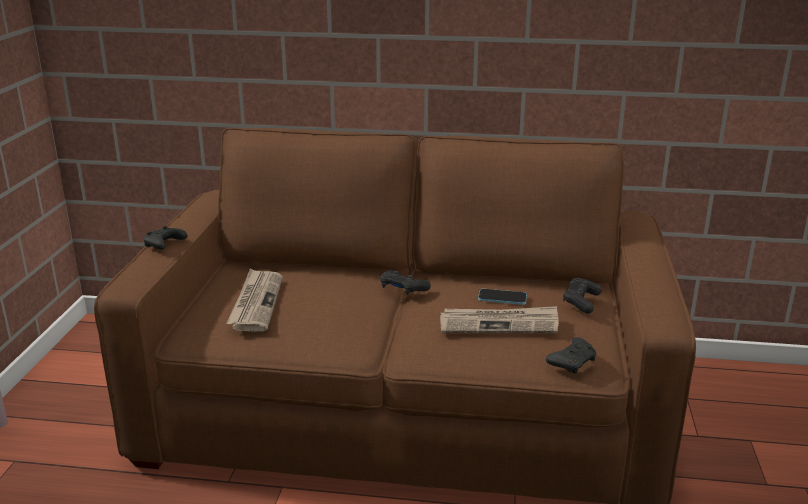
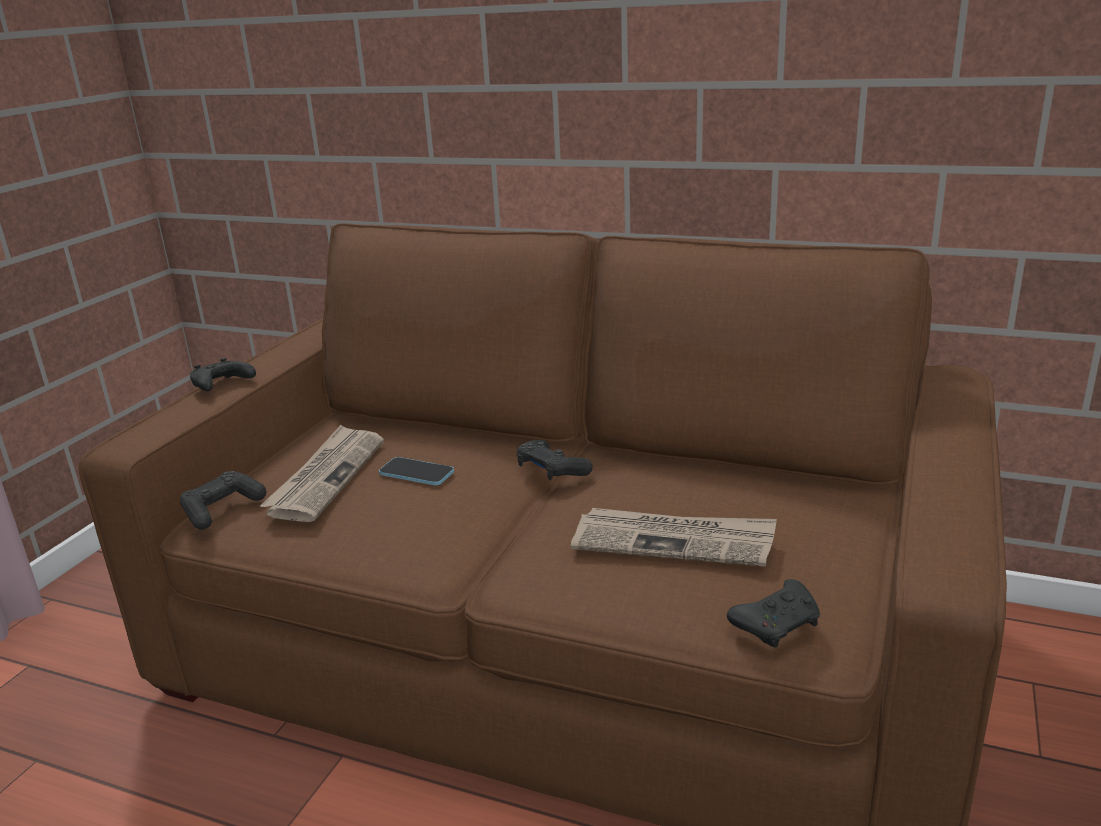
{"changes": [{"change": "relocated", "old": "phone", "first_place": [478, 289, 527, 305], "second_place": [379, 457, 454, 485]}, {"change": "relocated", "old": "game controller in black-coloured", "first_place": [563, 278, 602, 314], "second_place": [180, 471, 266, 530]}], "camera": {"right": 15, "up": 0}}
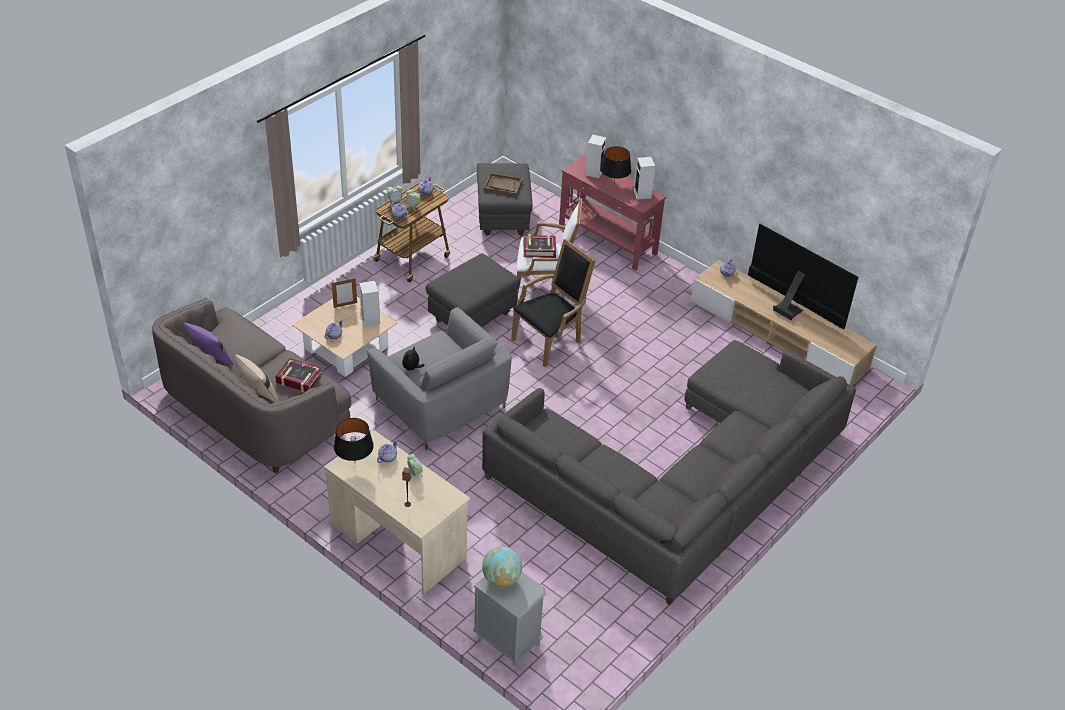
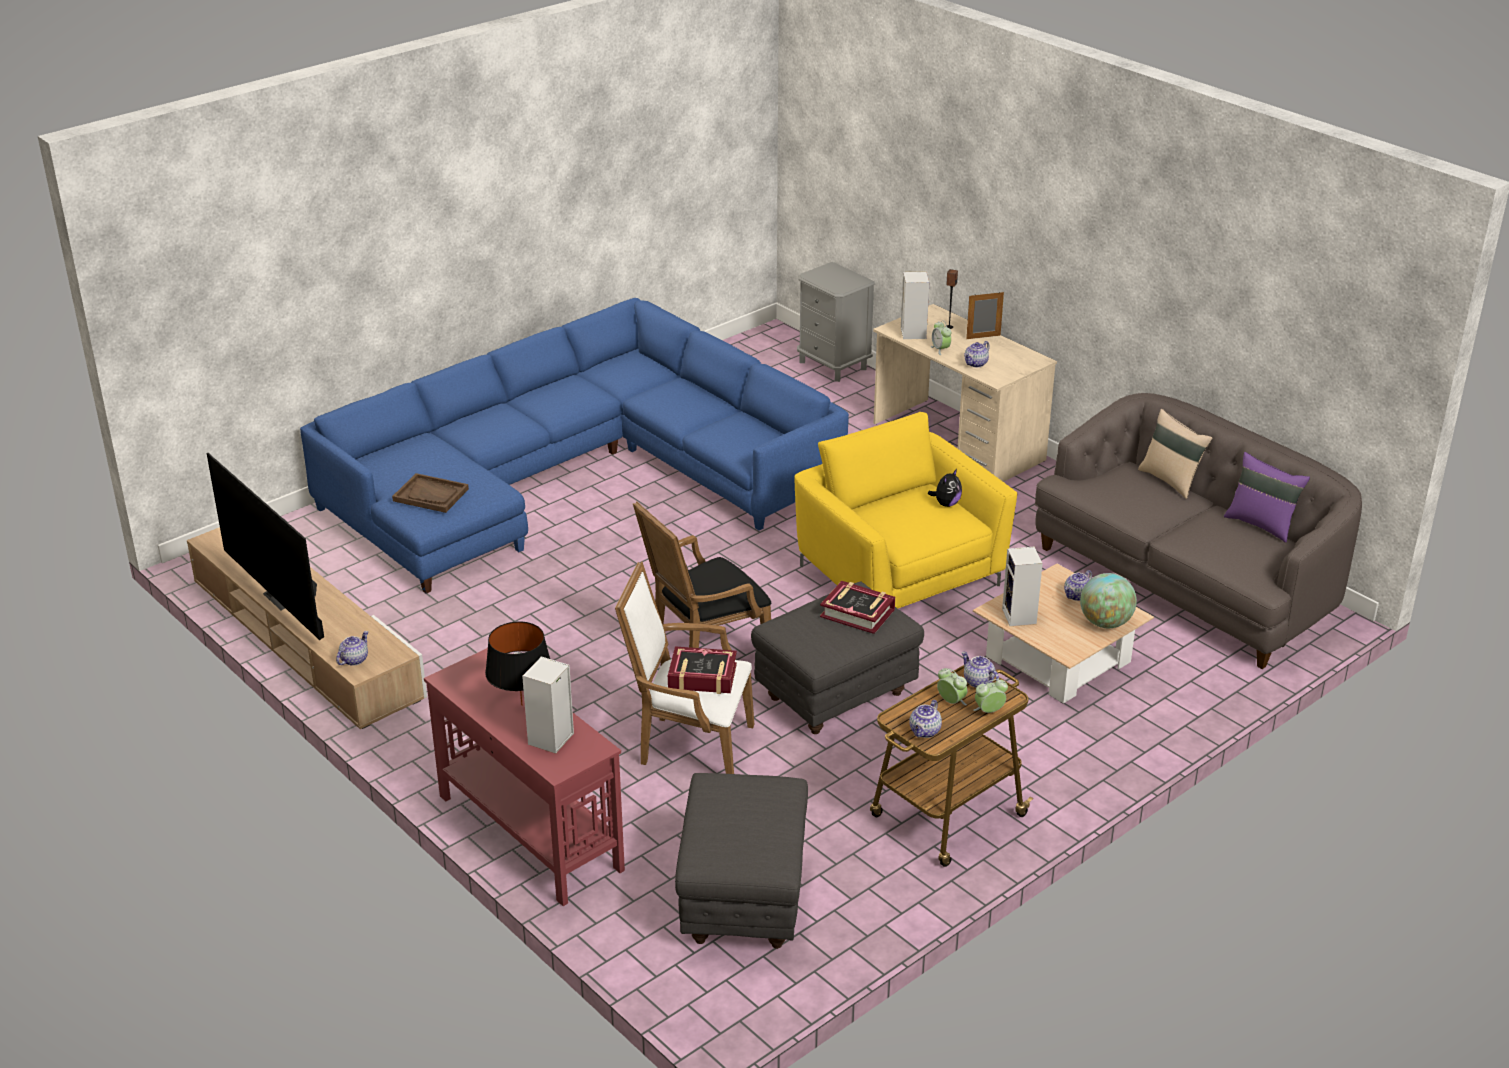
{"changes": [{"change": "relocated", "old": "volume", "first_place": [276, 358, 322, 392], "second_place": [820, 581, 895, 634]}, {"change": "relocated", "old": "picture frame", "first_place": [332, 278, 357, 308], "second_place": [966, 291, 1004, 339]}, {"change": "missing", "old": "lamp for a table in black-coloured", "first_place": [334, 418, 374, 462]}, {"change": "colour", "old": "easy chair in greyish", "new": "easy chair in yellowish", "first_place": [367, 307, 512, 450], "second_place": [795, 412, 1017, 609]}, {"change": "colour", "old": "sofa in greyish", "new": "sofa in bluish", "first_place": [482, 340, 856, 605], "second_place": [300, 298, 849, 594]}, {"change": "relocated", "old": "desk globe", "first_place": [482, 546, 522, 587], "second_place": [1080, 573, 1137, 628]}, {"change": "relocated", "old": "carrying tray in brownish", "first_place": [484, 173, 523, 196], "second_place": [392, 473, 469, 513]}, {"change": "relocated", "old": "speaker", "first_place": [633, 157, 655, 200], "second_place": [901, 272, 929, 339]}], "camera": {"right": -170, "up": -10}}
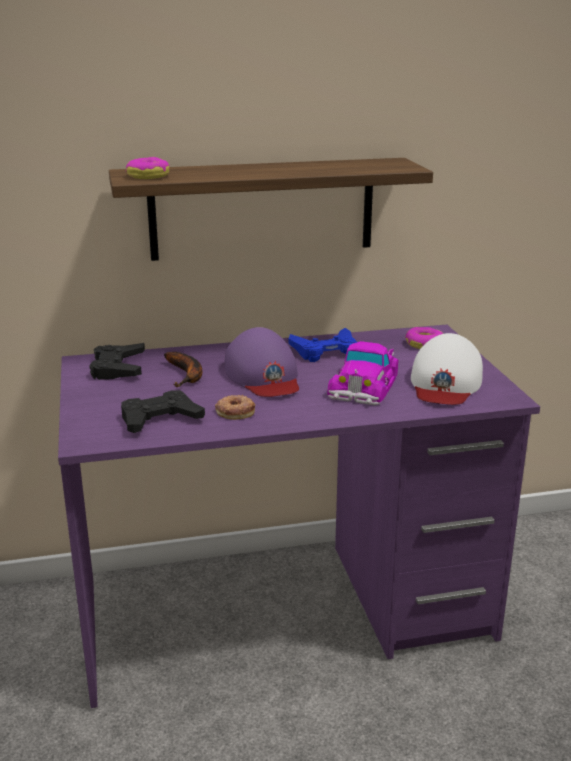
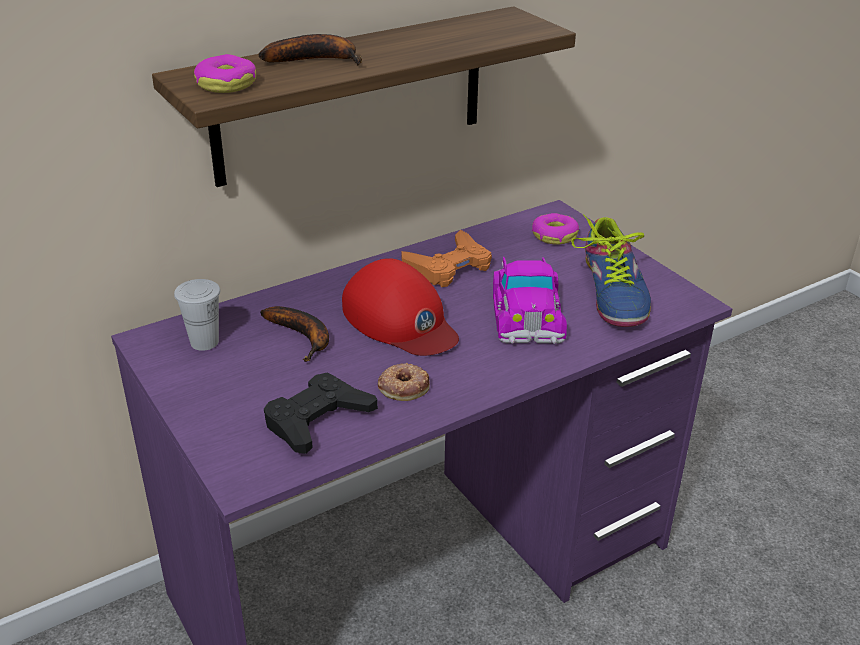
{"changes": [{"change": "exchanged", "old": "game controller in black-coloured", "new": "drinking cup in white", "first_place": [89, 343, 145, 380], "second_place": [174, 279, 221, 351]}, {"change": "colour", "old": "cap in purple-coloured", "new": "cap in red-coloured", "first_place": [225, 327, 299, 397], "second_place": [342, 258, 459, 356]}, {"change": "colour", "old": "game controller in bluish", "new": "game controller in orange", "first_place": [288, 328, 357, 362], "second_place": [402, 230, 492, 287]}, {"change": "exchanged", "old": "cap in white", "new": "shoe", "first_place": [411, 333, 483, 405], "second_place": [571, 214, 651, 327]}, {"change": "appeared", "new": "banana", "second_place": [259, 34, 362, 65]}], "camera": {"right": -20, "up": 10}}
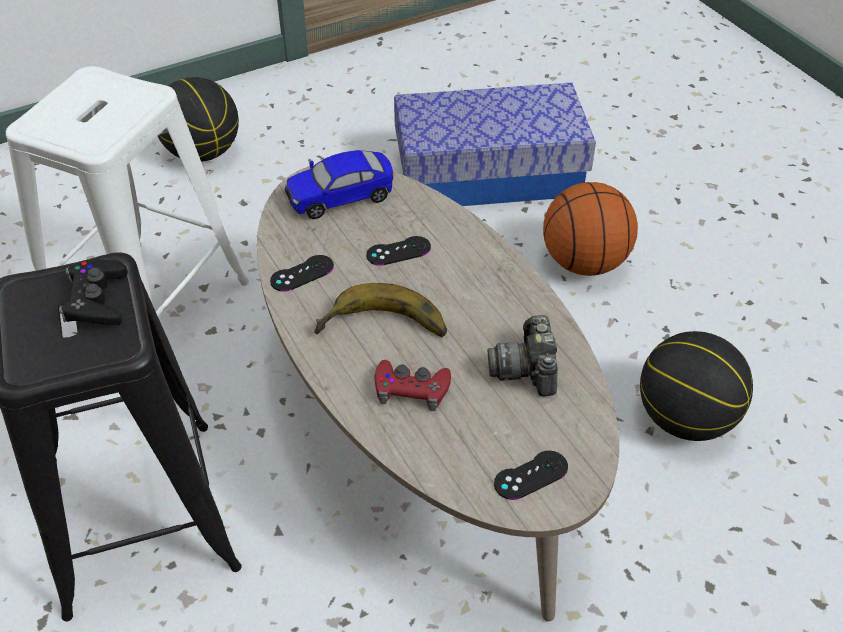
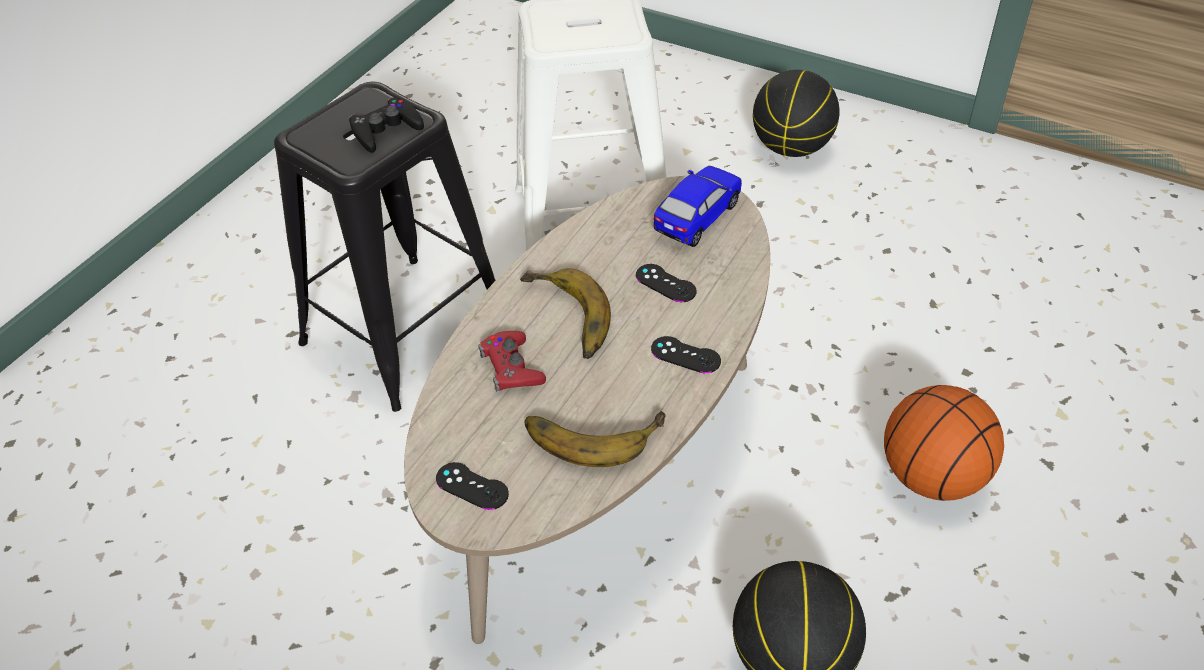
{"changes": [{"change": "relocated", "old": "game controller in black-coloured", "first_place": [270, 255, 334, 292], "second_place": [651, 336, 721, 373]}, {"change": "spun", "old": "toy car", "first_place": [285, 150, 393, 219], "second_place": [654, 166, 742, 247], "degrees": 90}, {"change": "missing", "old": "storage box", "first_place": [394, 82, 596, 206]}, {"change": "exchanged", "old": "still camera", "new": "banana", "first_place": [488, 315, 558, 396], "second_place": [524, 411, 666, 467]}], "camera": {"right": 60, "up": 0}}
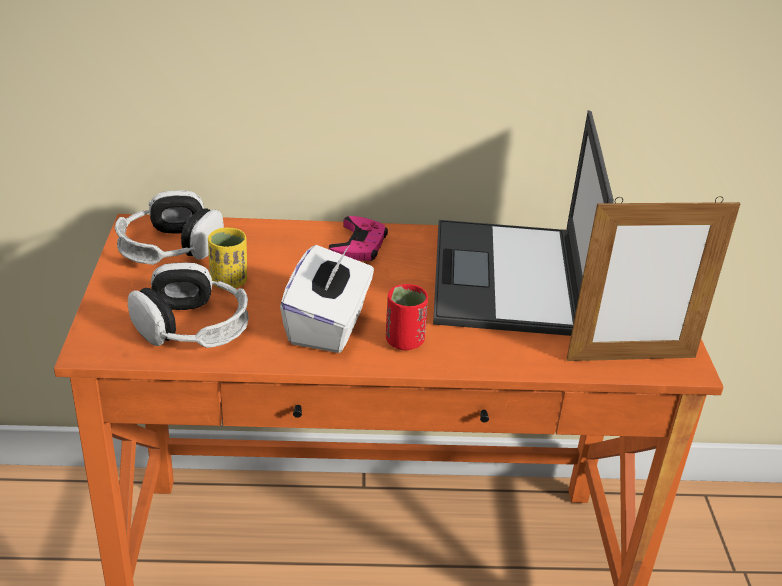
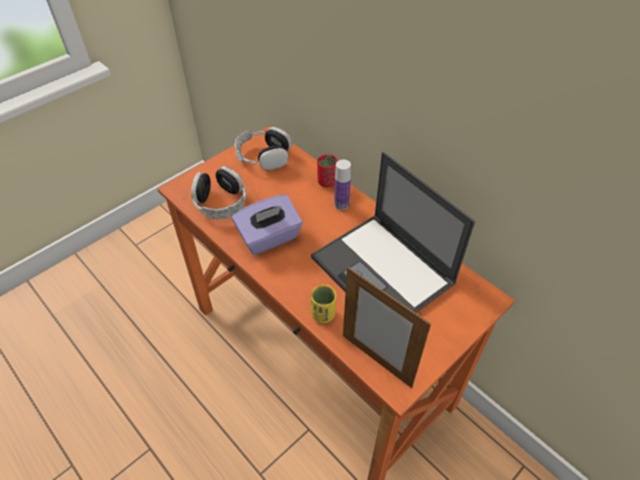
{"changes": [{"change": "relocated", "old": "drinking cup in yellowish", "first_place": [208, 228, 247, 290], "second_place": [311, 285, 336, 323]}, {"change": "colour", "old": "tissue holder in white", "new": "tissue holder in purple-coloured", "first_place": [280, 245, 374, 353], "second_place": [232, 195, 303, 255]}, {"change": "exchanged", "old": "game controller in pink", "new": "drink bottle", "first_place": [329, 216, 388, 261], "second_place": [334, 159, 351, 210]}, {"change": "relocated", "old": "drinking cup in red-coloured", "first_place": [386, 284, 428, 350], "second_place": [317, 154, 338, 187]}, {"change": "spun", "old": "notebook computer", "first_place": [433, 110, 614, 336], "second_place": [311, 152, 475, 313], "degrees": -90}], "camera": {"right": 50, "up": 15}}
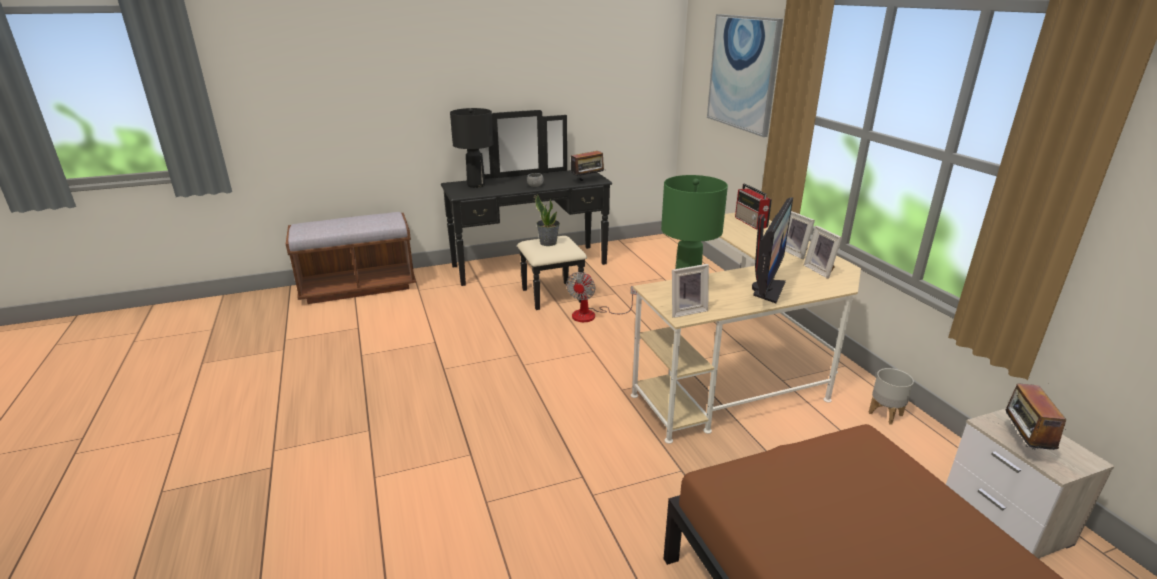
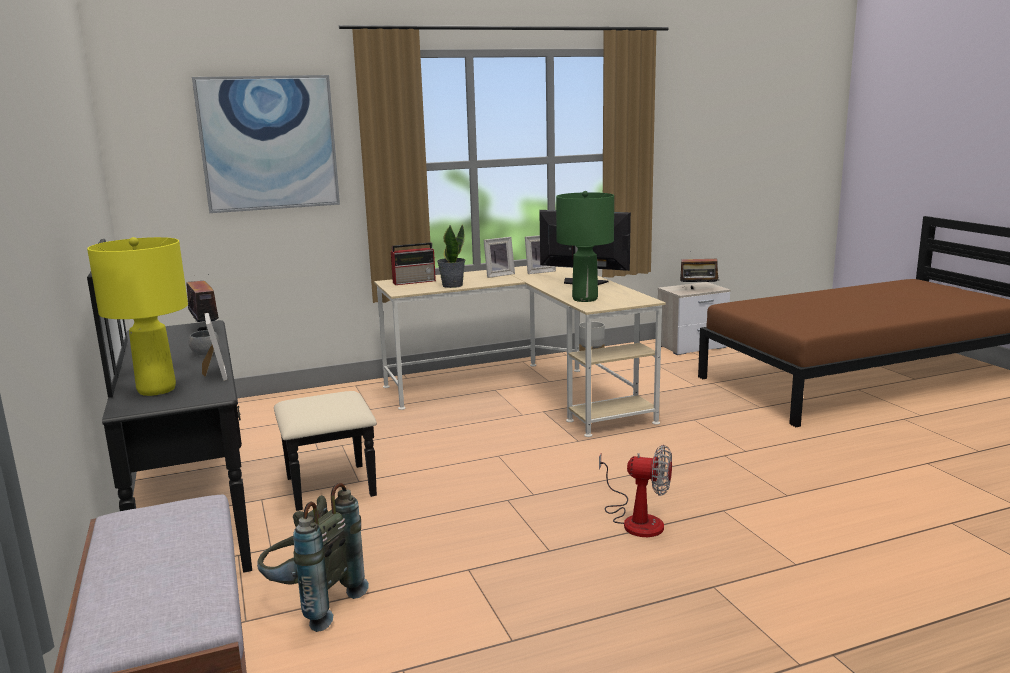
{"changes": [{"change": "colour", "old": "lamp for a table in black-coloured", "new": "lamp for a table in yellowish", "first_place": [450, 108, 494, 188], "second_place": [87, 237, 188, 396]}, {"change": "relocated", "old": "plant in a pot", "first_place": [535, 194, 560, 246], "second_place": [437, 224, 465, 288]}, {"change": "relocated", "old": "cooling fan", "first_place": [566, 272, 637, 322], "second_place": [599, 445, 672, 537]}, {"change": "relocated", "old": "picture frame", "first_place": [672, 264, 709, 318], "second_place": [202, 313, 227, 381]}, {"change": "appeared", "new": "rucksack in greyish", "second_place": [257, 483, 369, 632]}], "camera": {"right": -90, "up": -10}}
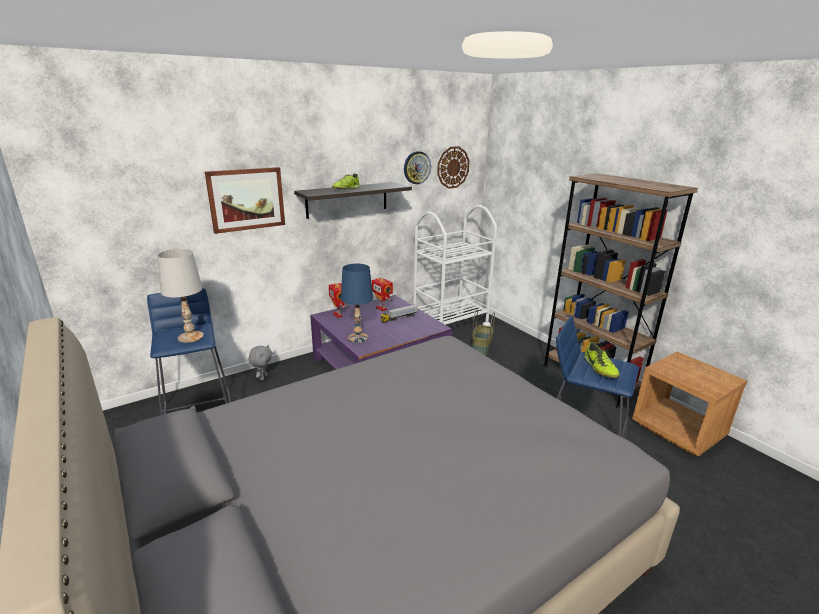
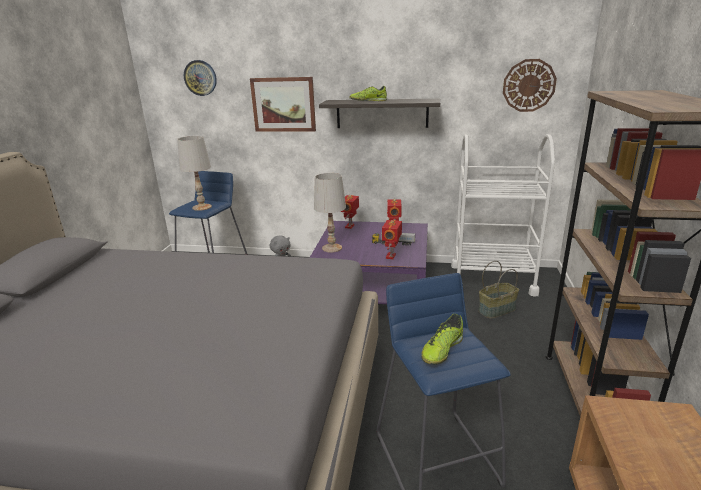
{"changes": [{"change": "colour", "old": "lamp for a table in bluish", "new": "lamp for a table in white", "first_place": [341, 263, 373, 343], "second_place": [314, 173, 346, 252]}, {"change": "relocated", "old": "wall clock", "first_place": [404, 151, 431, 184], "second_place": [184, 60, 217, 96]}, {"change": "appeared", "new": "model robot", "second_place": [382, 220, 402, 259]}], "camera": {"right": 45, "up": 0}}
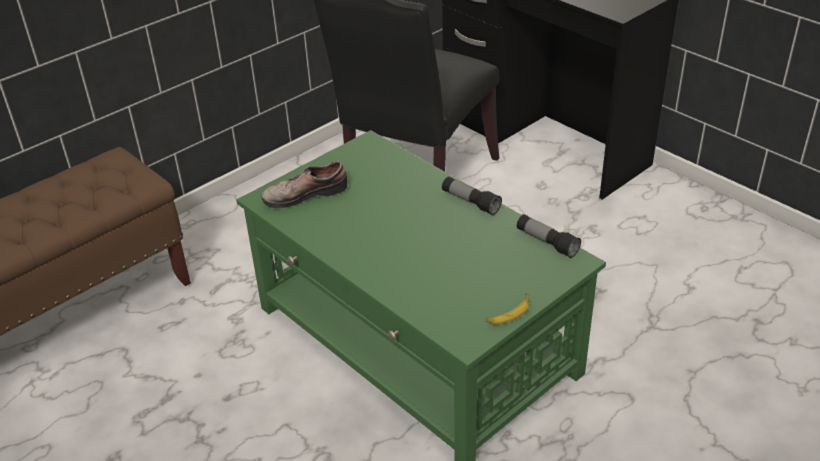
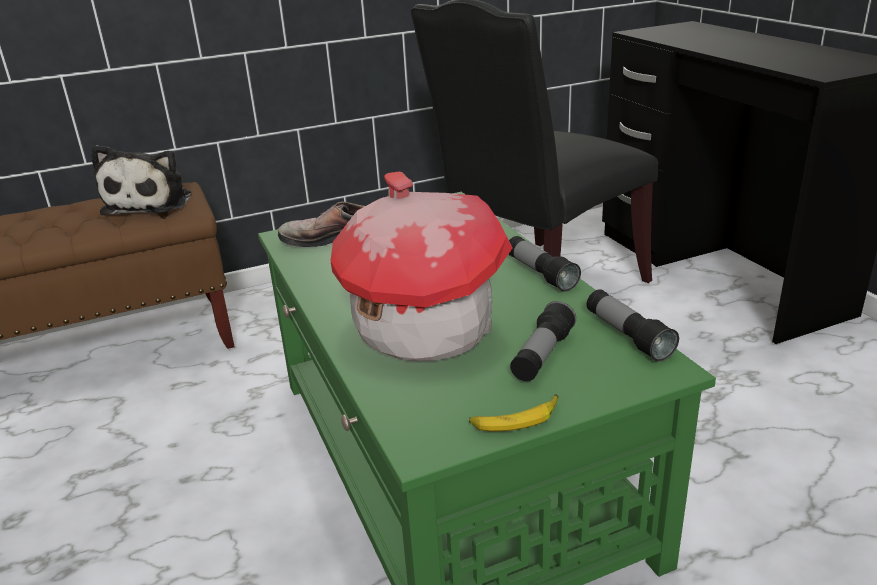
{"changes": [{"change": "appeared", "new": "soft toy", "second_place": [91, 145, 191, 215]}, {"change": "appeared", "new": "miniature house", "second_place": [331, 172, 513, 361]}, {"change": "appeared", "new": "hand torch", "second_place": [510, 301, 576, 381]}], "camera": {"right": 20, "up": -10}}
